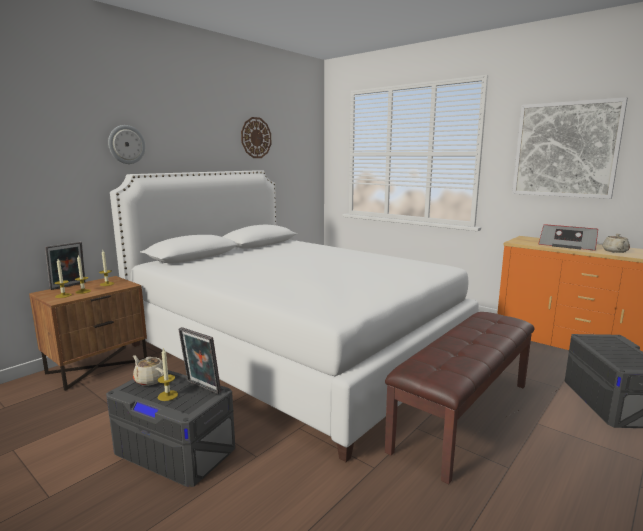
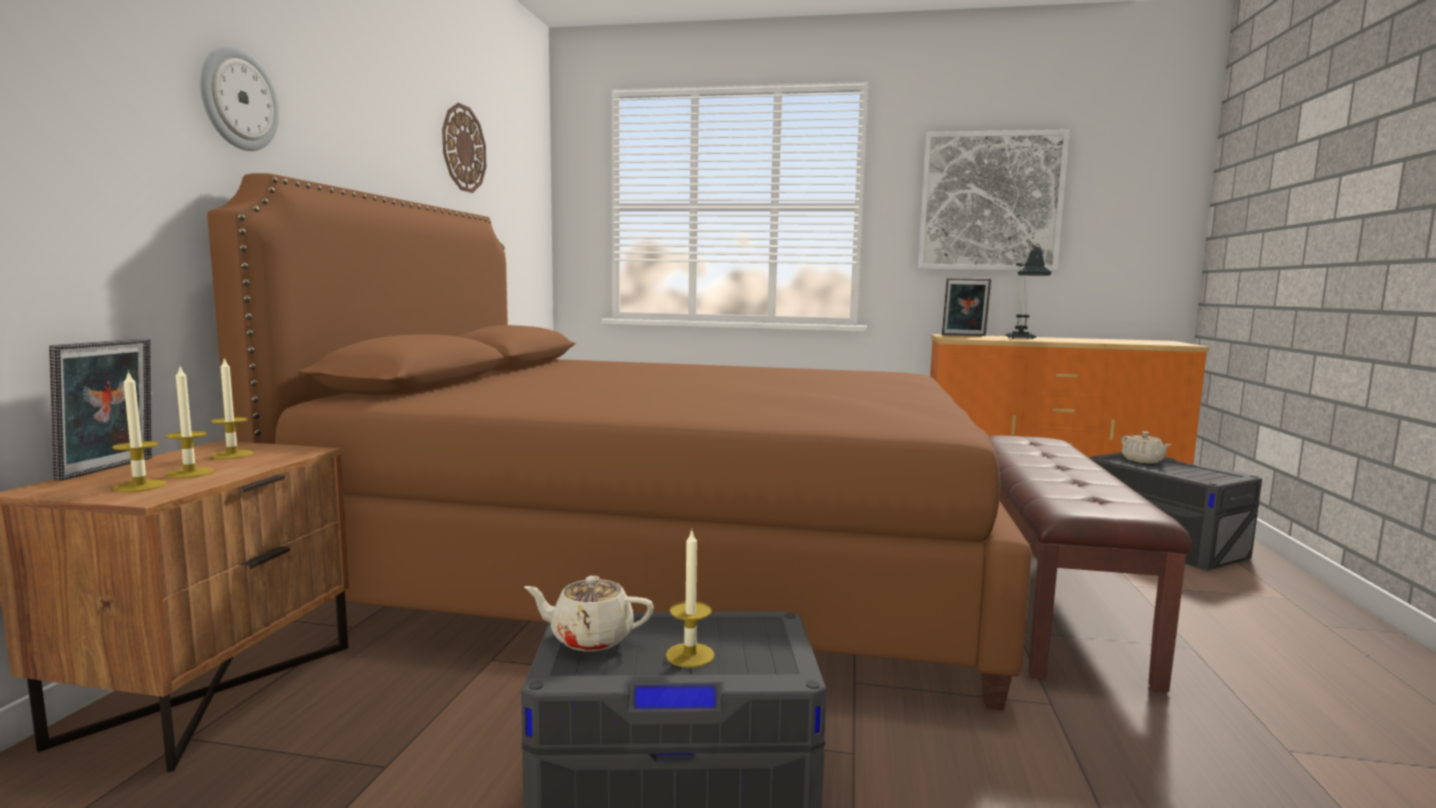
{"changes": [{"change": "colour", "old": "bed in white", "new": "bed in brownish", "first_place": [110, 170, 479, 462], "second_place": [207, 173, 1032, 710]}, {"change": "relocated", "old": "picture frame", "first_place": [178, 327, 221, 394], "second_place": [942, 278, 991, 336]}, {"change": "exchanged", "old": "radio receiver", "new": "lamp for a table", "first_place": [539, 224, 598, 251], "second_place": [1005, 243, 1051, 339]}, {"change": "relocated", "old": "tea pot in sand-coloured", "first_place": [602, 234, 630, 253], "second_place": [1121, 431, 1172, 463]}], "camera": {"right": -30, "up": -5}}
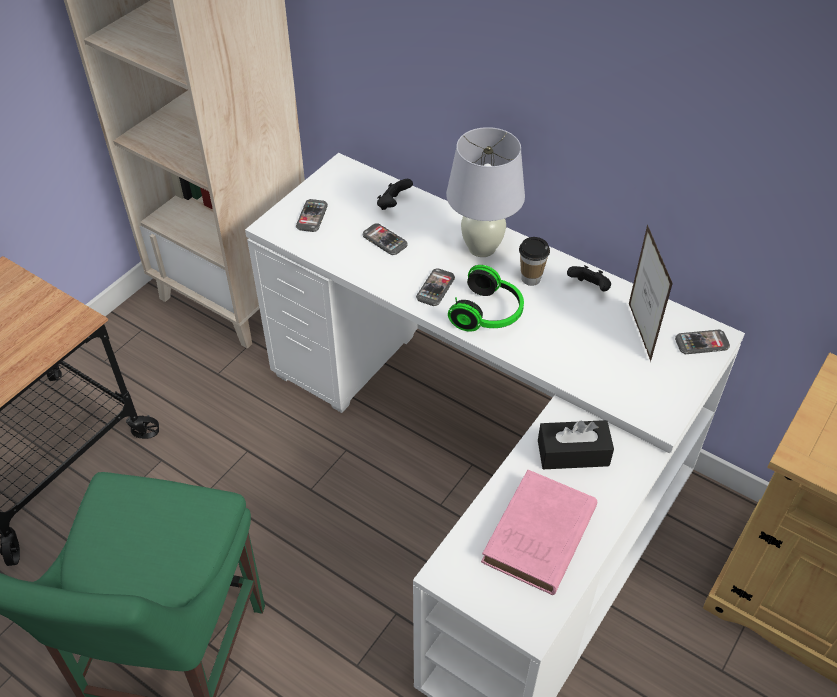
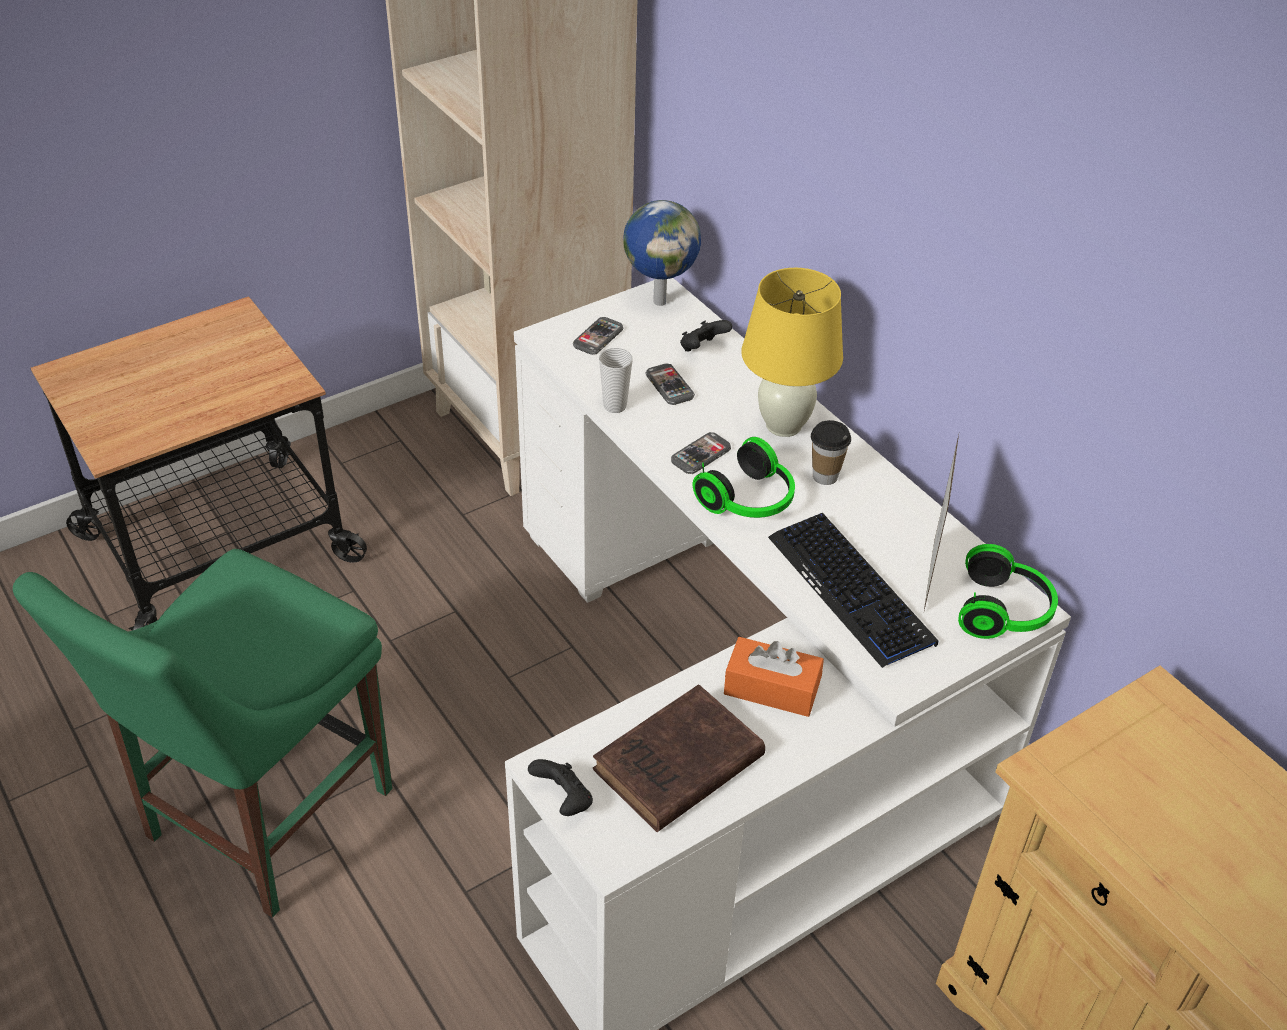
{"changes": [{"change": "colour", "old": "lamp for a table in white", "new": "lamp for a table in yellowish", "first_place": [446, 127, 525, 257], "second_place": [741, 268, 843, 437]}, {"change": "colour", "old": "volume in pink", "new": "volume in brownish", "first_place": [481, 470, 597, 595], "second_place": [593, 684, 765, 832]}, {"change": "colour", "old": "tissue holder in black-coloured", "new": "tissue holder in orange", "first_place": [538, 420, 614, 469], "second_place": [724, 637, 824, 717]}, {"change": "relocated", "old": "game controller in black-coloured", "first_place": [567, 265, 611, 291], "second_place": [528, 759, 593, 816]}, {"change": "exchanged", "old": "phone", "new": "pair of headphones", "first_place": [675, 330, 730, 354], "second_place": [958, 544, 1058, 639]}, {"change": "appeared", "new": "drinking cup", "second_place": [599, 348, 633, 413]}, {"change": "appeared", "new": "desk globe", "second_place": [623, 200, 701, 306]}, {"change": "appeared", "new": "keyboard", "second_place": [768, 513, 938, 668]}], "camera": {"right": 20, "up": -5}}
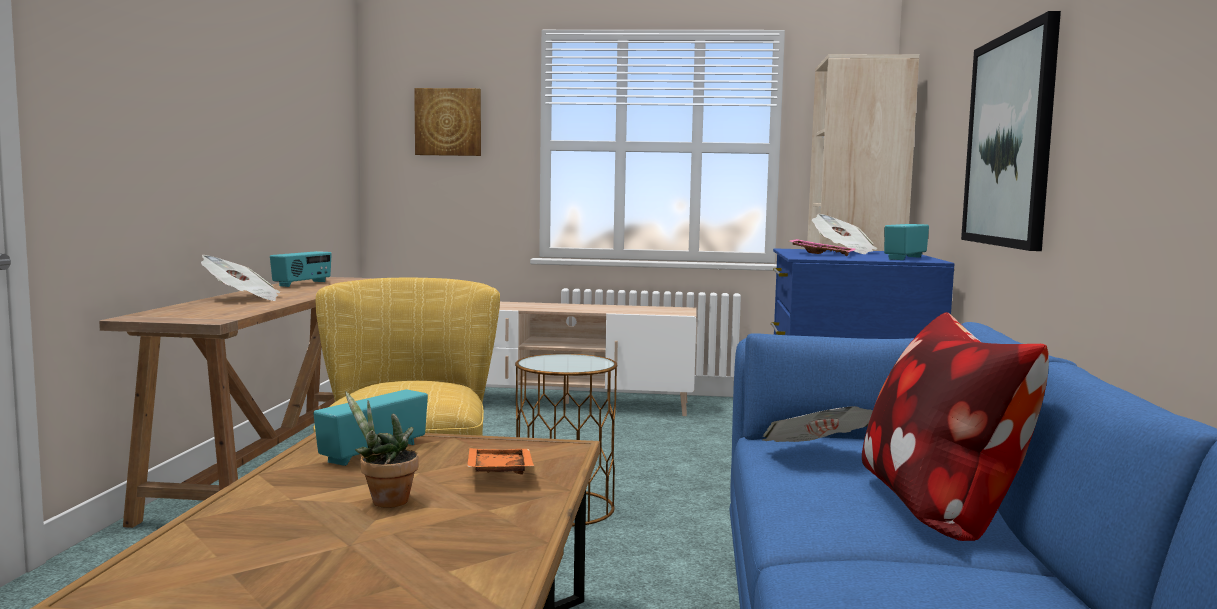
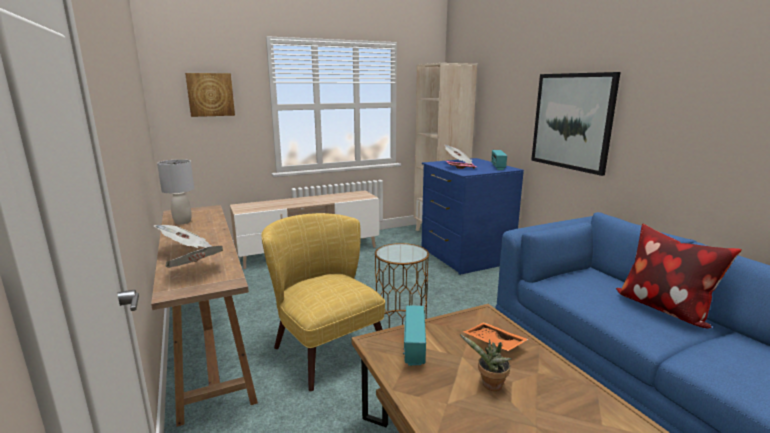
{"changes": [{"change": "exchanged", "old": "radio receiver", "new": "lamp for a table in greyish", "first_place": [270, 251, 332, 287], "second_place": [157, 159, 194, 224]}, {"change": "relocated", "old": "daily paper", "first_place": [762, 406, 873, 442], "second_place": [166, 246, 223, 268]}], "camera": {"right": -30, "up": 10}}
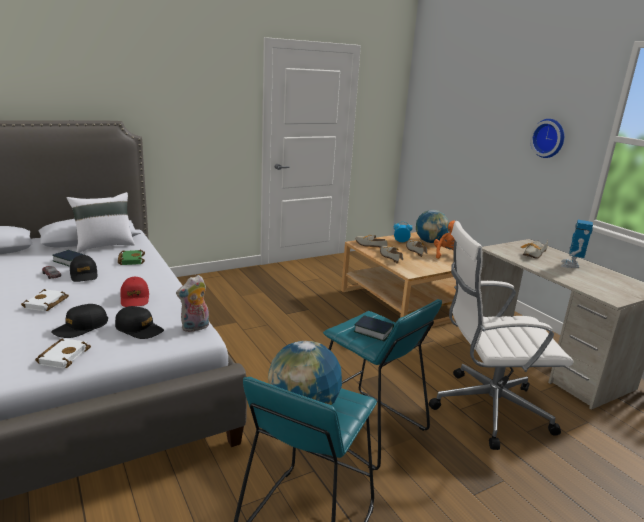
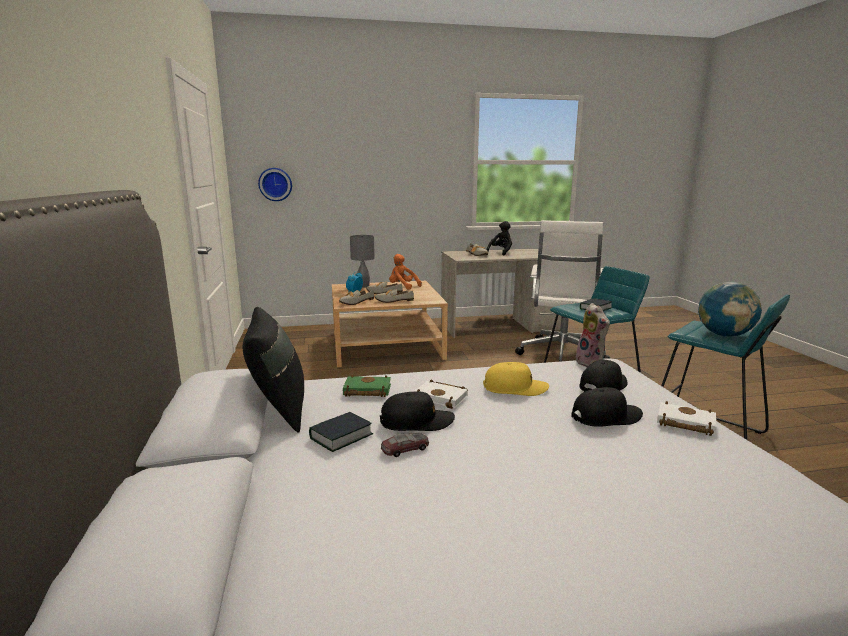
{"changes": [{"change": "relocated", "old": "volume in white", "first_place": [21, 289, 69, 311], "second_place": [414, 380, 468, 409]}, {"change": "spun", "old": "cap in black-coloured", "first_place": [51, 304, 108, 338], "second_place": [571, 387, 643, 427], "degrees": -75}, {"change": "colour", "old": "cushion in white", "new": "cushion in black-coloured", "first_place": [67, 192, 135, 253], "second_place": [242, 307, 304, 433]}, {"change": "colour", "old": "cap in red-coloured", "new": "cap in yellowish", "first_place": [120, 277, 149, 307], "second_place": [483, 362, 549, 396]}, {"change": "exchanged", "old": "desk globe", "new": "lamp for a table in greyish", "first_place": [416, 210, 449, 243], "second_place": [350, 235, 375, 288]}, {"change": "relocated", "old": "wall clock", "first_place": [530, 119, 564, 158], "second_place": [258, 168, 292, 201]}, {"change": "exchanged", "old": "model robot", "new": "soft toy in black-coloured", "first_place": [561, 220, 593, 268], "second_place": [486, 221, 512, 256]}], "camera": {"right": -70, "up": -5}}
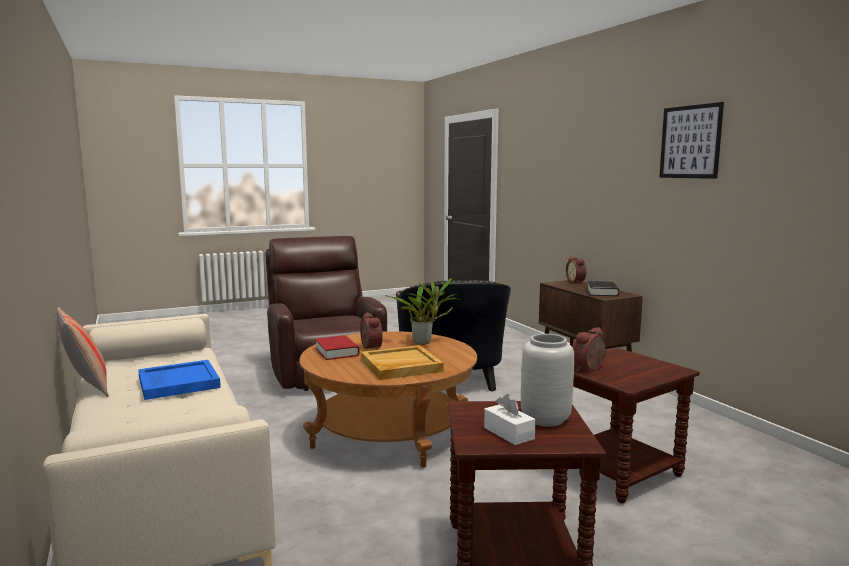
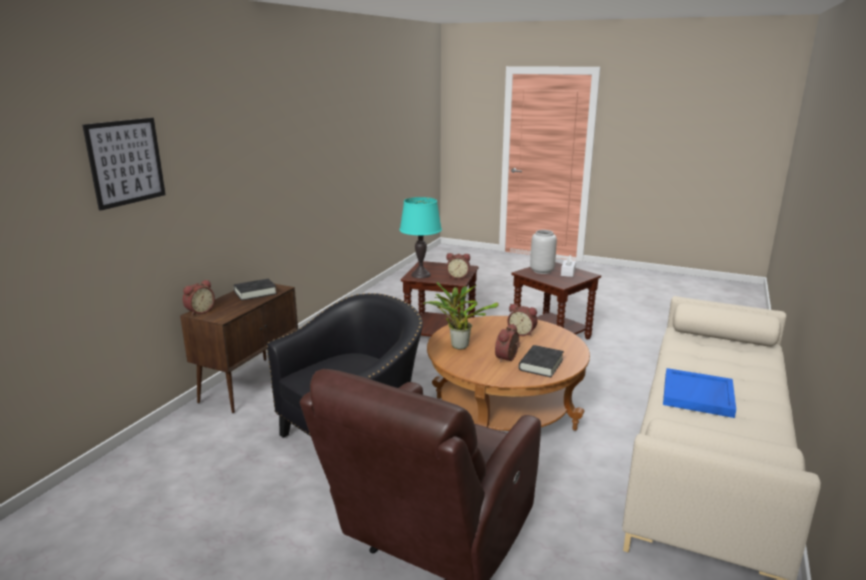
{"changes": [{"change": "missing", "old": "cushion", "first_place": [57, 307, 109, 397]}, {"change": "colour", "old": "volume in red-coloured", "new": "volume in black-coloured", "first_place": [315, 336, 360, 360], "second_place": [519, 345, 564, 377]}, {"change": "exchanged", "old": "carrying tray in sand-coloured", "new": "alarm clock", "first_place": [361, 345, 444, 380], "second_place": [507, 304, 538, 337]}, {"change": "relocated", "old": "wall picture", "first_place": [659, 102, 724, 179], "second_place": [82, 118, 166, 211]}, {"change": "appeared", "new": "lamp for a table in blue-green", "second_place": [399, 197, 442, 278]}], "camera": {"right": -130, "up": 10}}
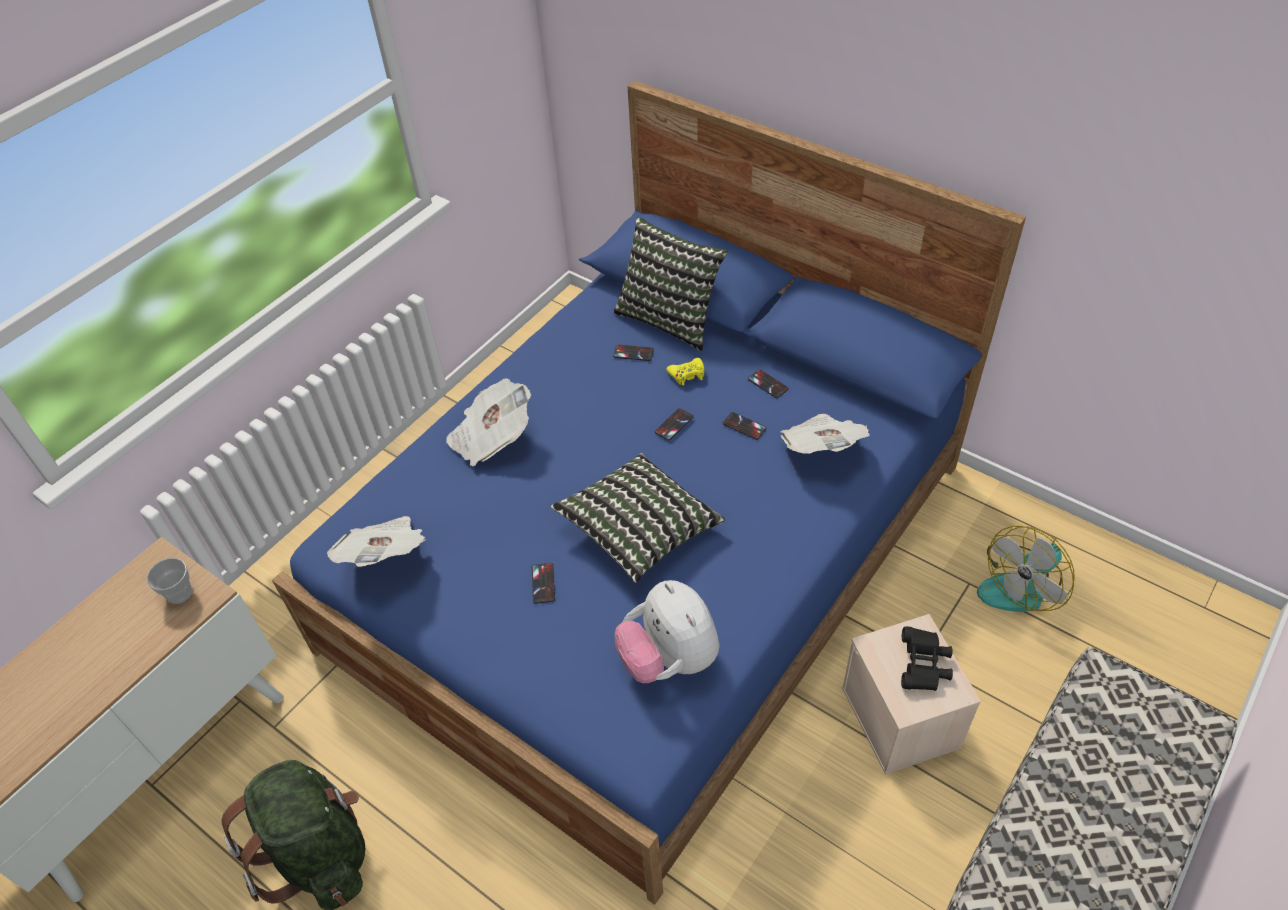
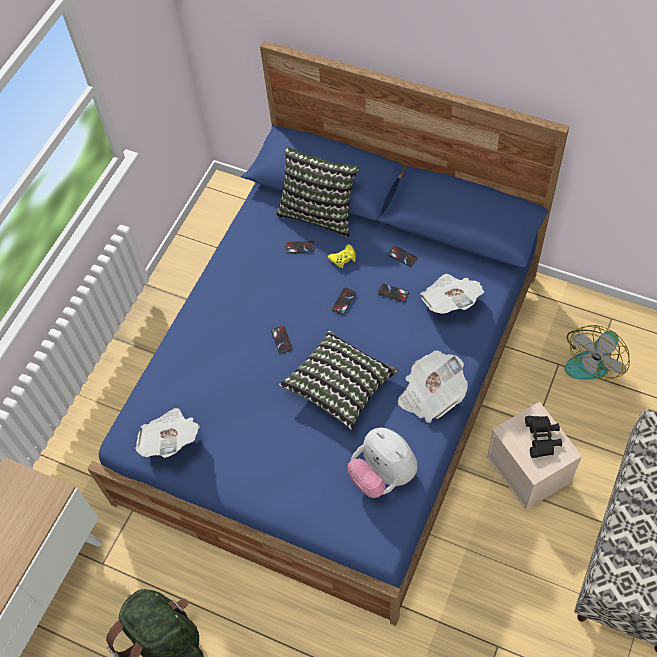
{"changes": [{"change": "missing", "old": "drinking cup", "first_place": [147, 558, 193, 604]}, {"change": "relocated", "old": "daily paper", "first_place": [446, 378, 531, 466], "second_place": [398, 350, 468, 423]}, {"change": "relocated", "old": "phone", "first_place": [532, 563, 555, 604], "second_place": [271, 326, 293, 354]}], "camera": {"right": -10, "up": 10}}
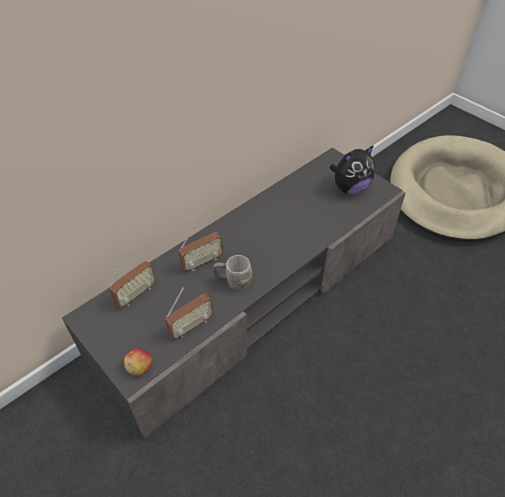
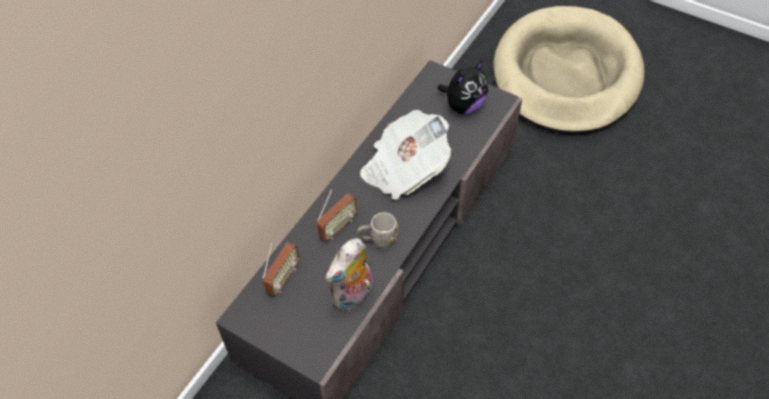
{"changes": [{"change": "missing", "old": "apple fruit", "first_place": [124, 348, 153, 376]}, {"change": "exchanged", "old": "radio receiver", "new": "soft toy", "first_place": [165, 287, 214, 340], "second_place": [326, 238, 373, 311]}, {"change": "appeared", "new": "daily paper", "second_place": [360, 110, 451, 200]}], "camera": {"right": -15, "up": 5}}
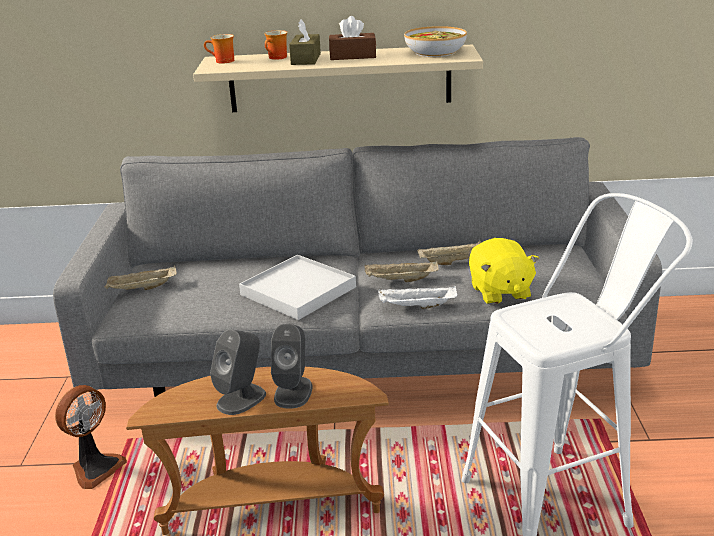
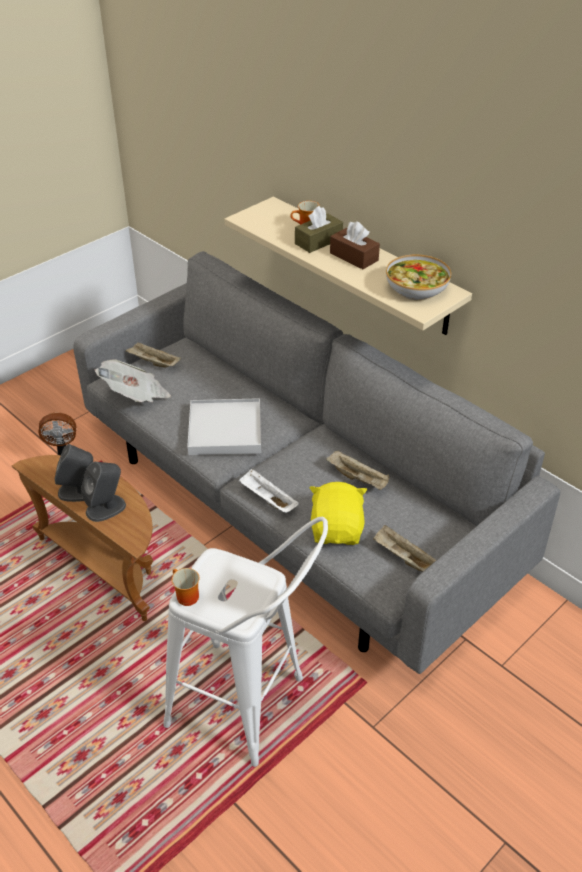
{"changes": [{"change": "relocated", "old": "tea mug", "first_place": [204, 34, 234, 63], "second_place": [171, 568, 199, 606]}, {"change": "relocated", "old": "carrying tray in sand-coloured", "first_place": [364, 260, 439, 282], "second_place": [373, 525, 436, 571]}, {"change": "spun", "old": "soft toy in yellowish", "first_place": [469, 238, 539, 305], "second_place": [310, 482, 367, 545], "degrees": 150}, {"change": "appeared", "new": "daily paper", "second_place": [95, 359, 171, 402]}], "camera": {"right": 45, "up": 15}}
